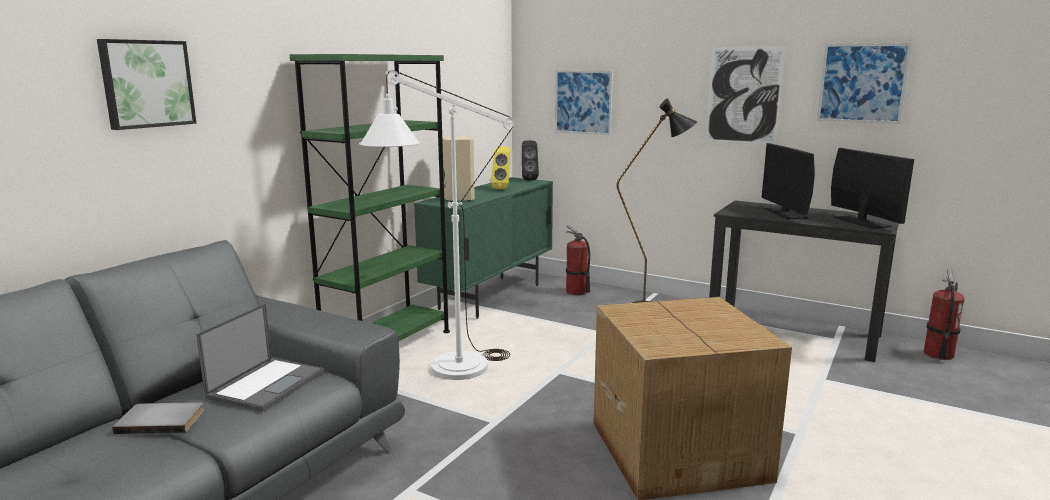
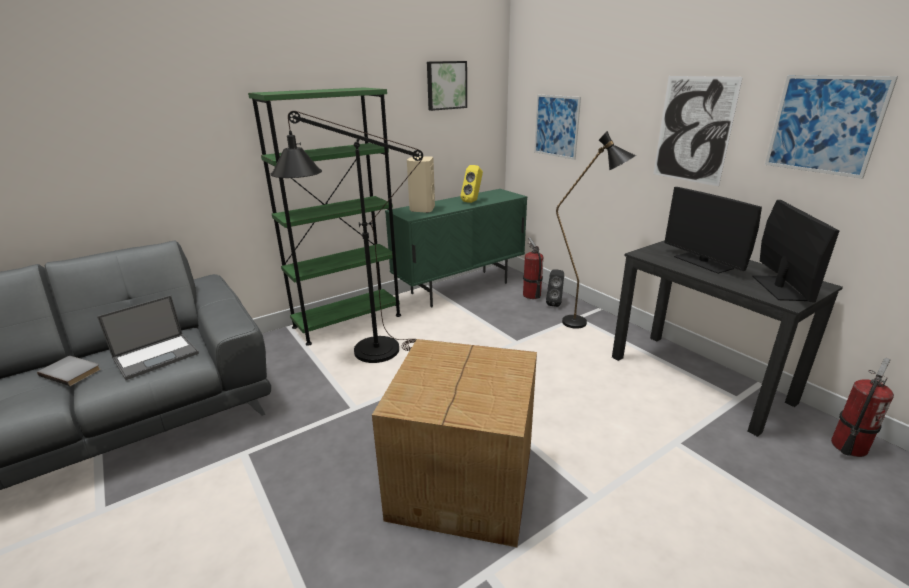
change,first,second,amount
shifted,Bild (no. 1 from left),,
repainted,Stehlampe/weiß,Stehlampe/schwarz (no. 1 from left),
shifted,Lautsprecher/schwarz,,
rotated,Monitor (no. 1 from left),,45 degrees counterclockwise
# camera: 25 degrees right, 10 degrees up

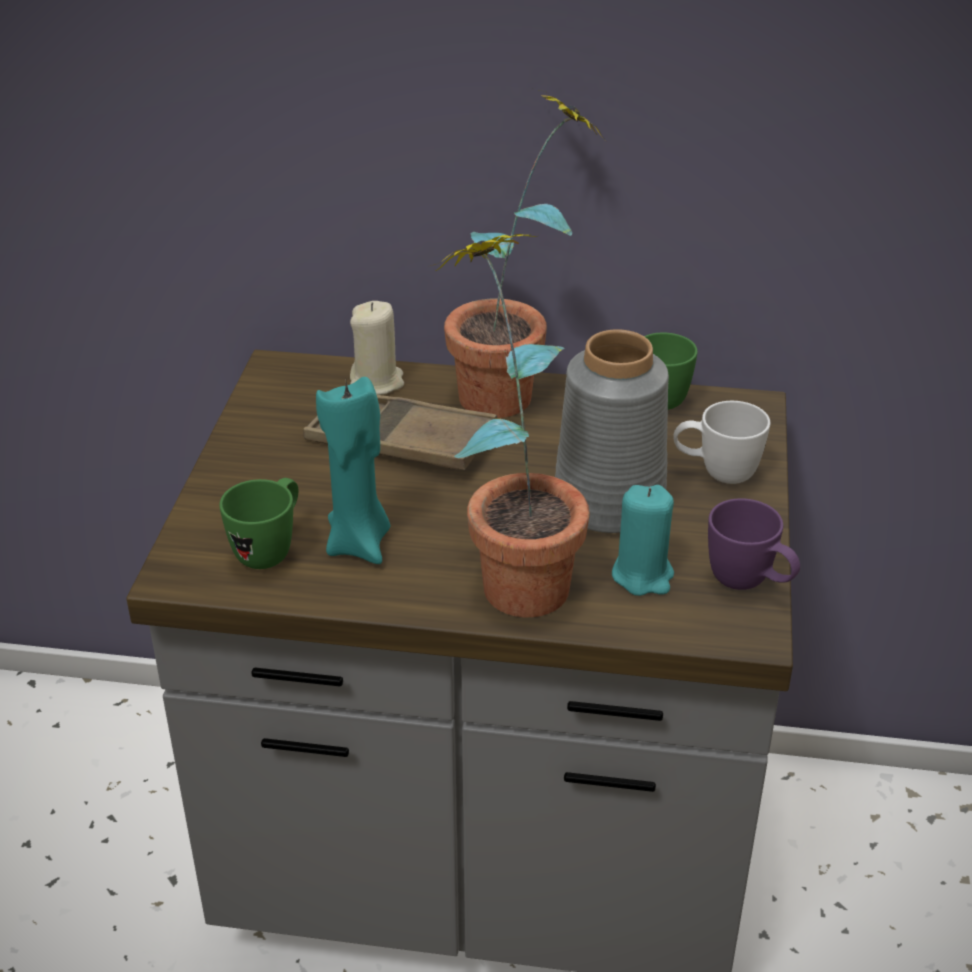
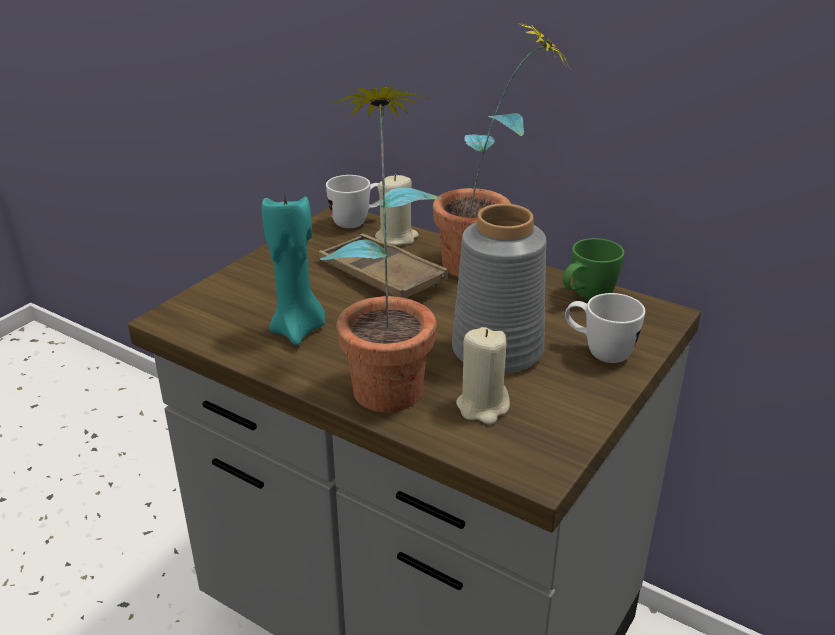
change,first,second,amount
gone,Henkelbecher/grün (no. 1 from left),,
repainted,Kerze/türkis (no. 2 from left),Kerze/beige (no. 2 from left),
gone,Henkelbecher/lila,,
new,,Henkelbecher/weiß (no. 1 from left),
# camera: 25 degrees right, 5 degrees down

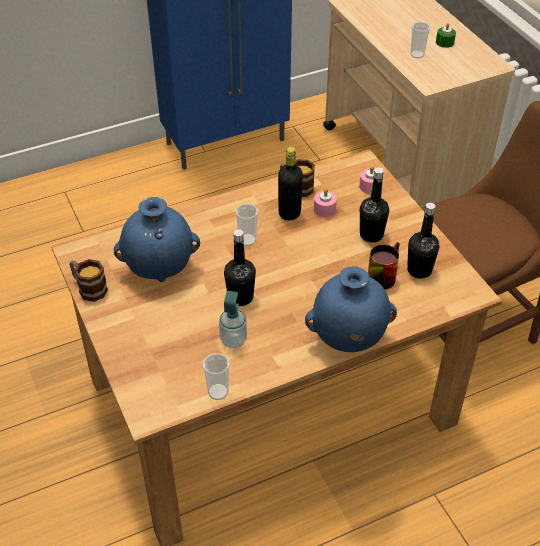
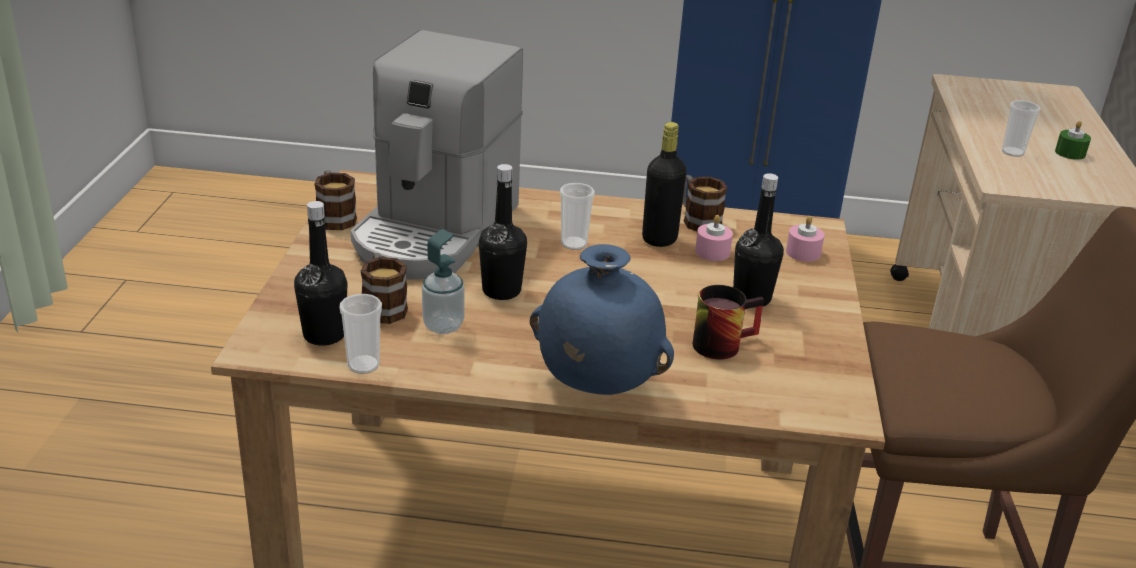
change,first,second,amount
swapped,Vase/blau (no. 1 from left),Kaffeemaschine,
shifted,Flasche/schwarz (no. 4 from left in the first image),Flasche/schwarz (no. 1 from left),
new,,Henkelbecher (no. 2 from left),
# camera: 30 degrees right, 15 degrees down

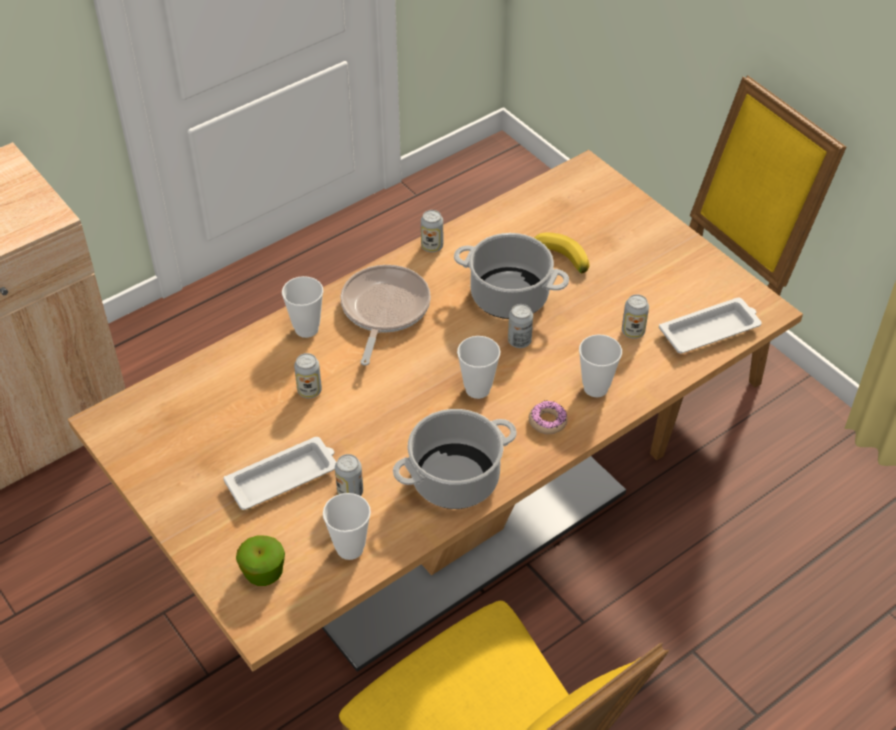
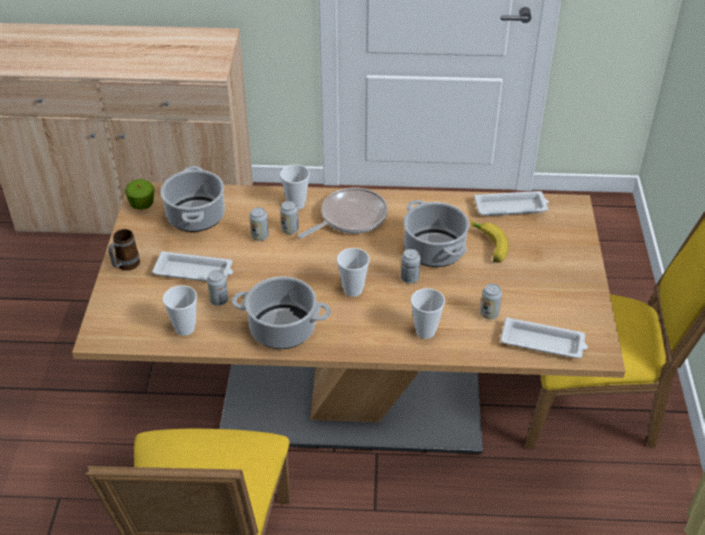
change,first,second,amount
shifted,Dose (no. 3 from left),,
gone,Donut,,
shifted,Apfel,,
new,,Kochtopf (no. 1 from left),
new,,Tablett/weiß (no. 2 from left),
new,,Henkelbecher,
# camera: 40 degrees right, 5 degrees down

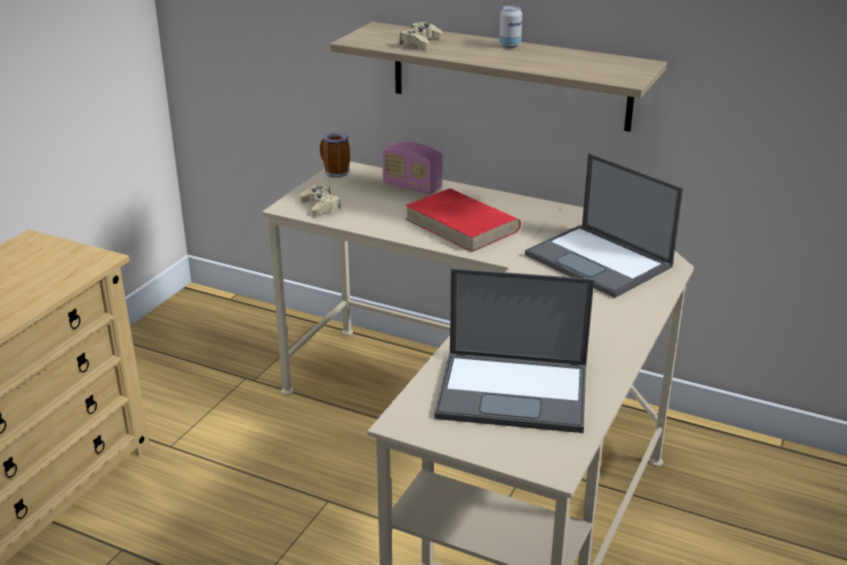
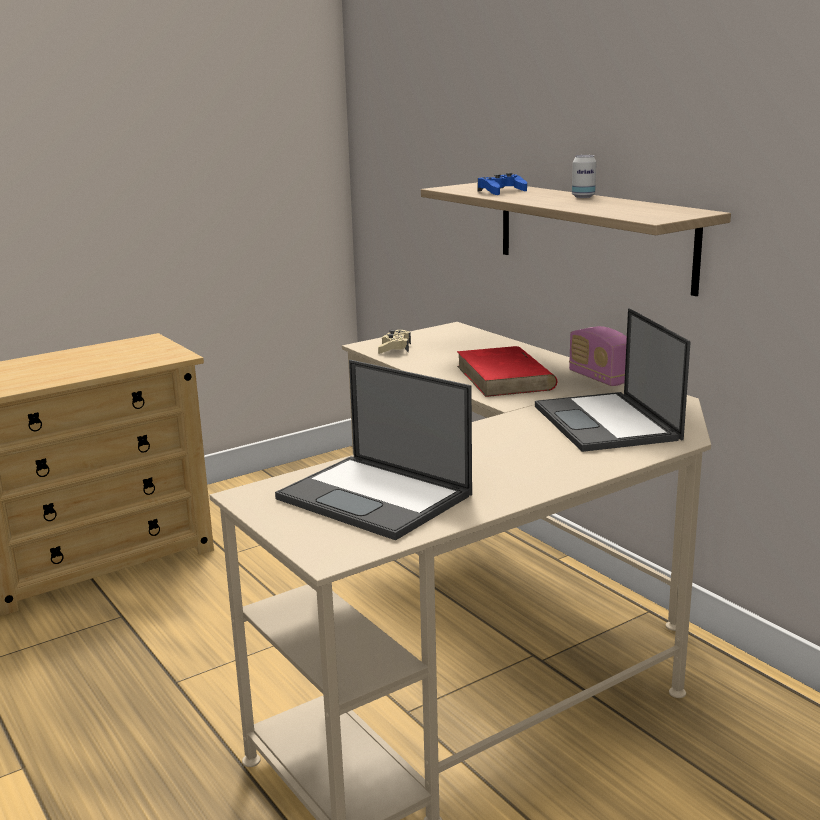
change,first,second,amount
repainted,Gamepad/beige (no. 2 from left),Gamepad/blau,
gone,Henkelbecher,,
shifted,Radio,,
# camera: 30 degrees right, 10 degrees down

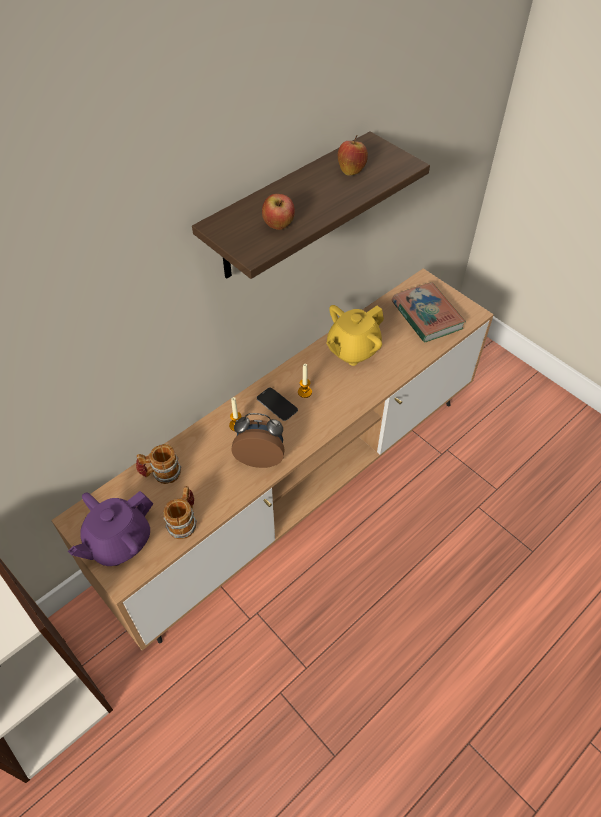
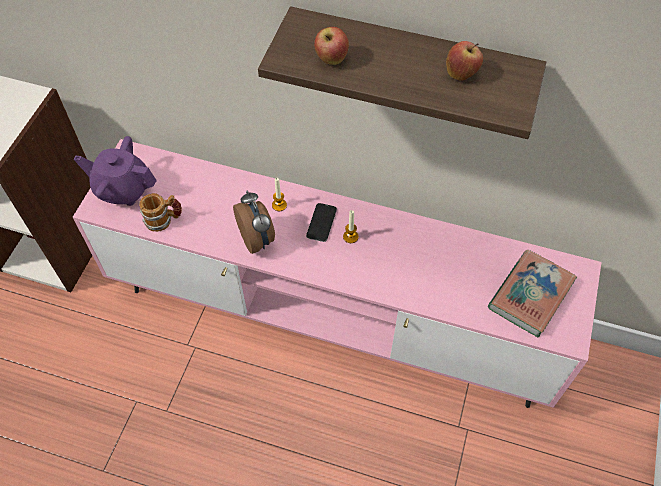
change,first,second,amount
repainted,Fernsehschrank/braun,Fernsehschrank/rosa,
gone,Teekanne/gelb,,
gone,Henkelbecher (no. 1 from left),,
# camera: 60 degrees right, 5 degrees up

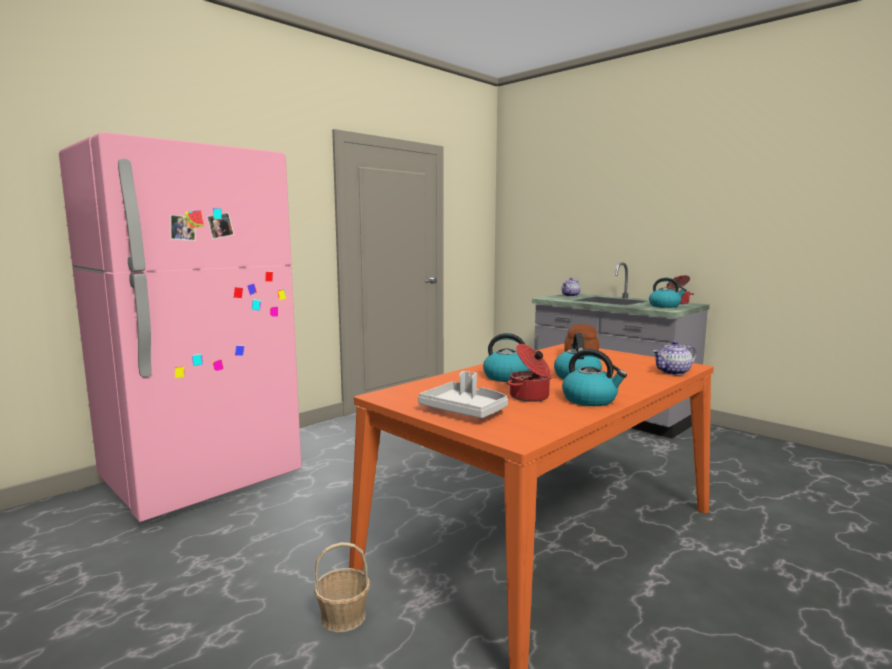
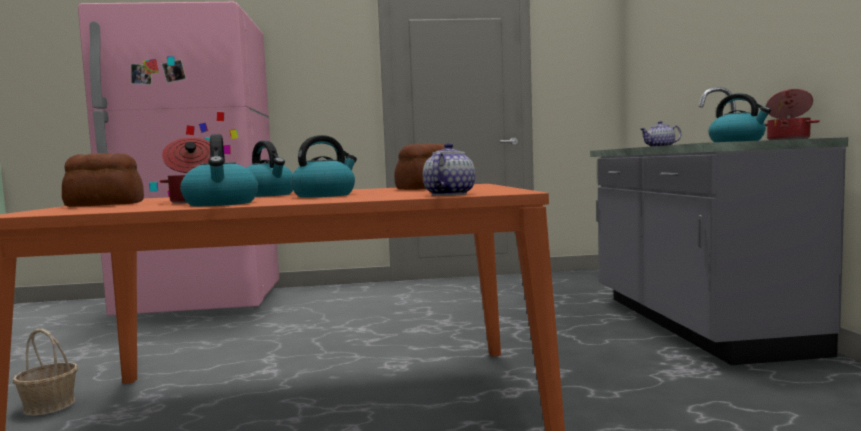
change,first,second,amount
rotated,Teekanne (no. 2 from left in the first image),Teekanne (no. 1 from left),90 degrees clockwise
swapped,Tablett/grau,Brot (no. 1 from left),
# camera: 40 degrees right, 5 degrees down

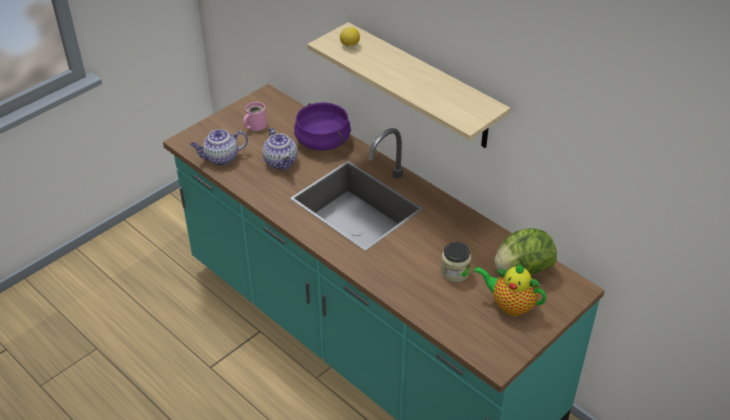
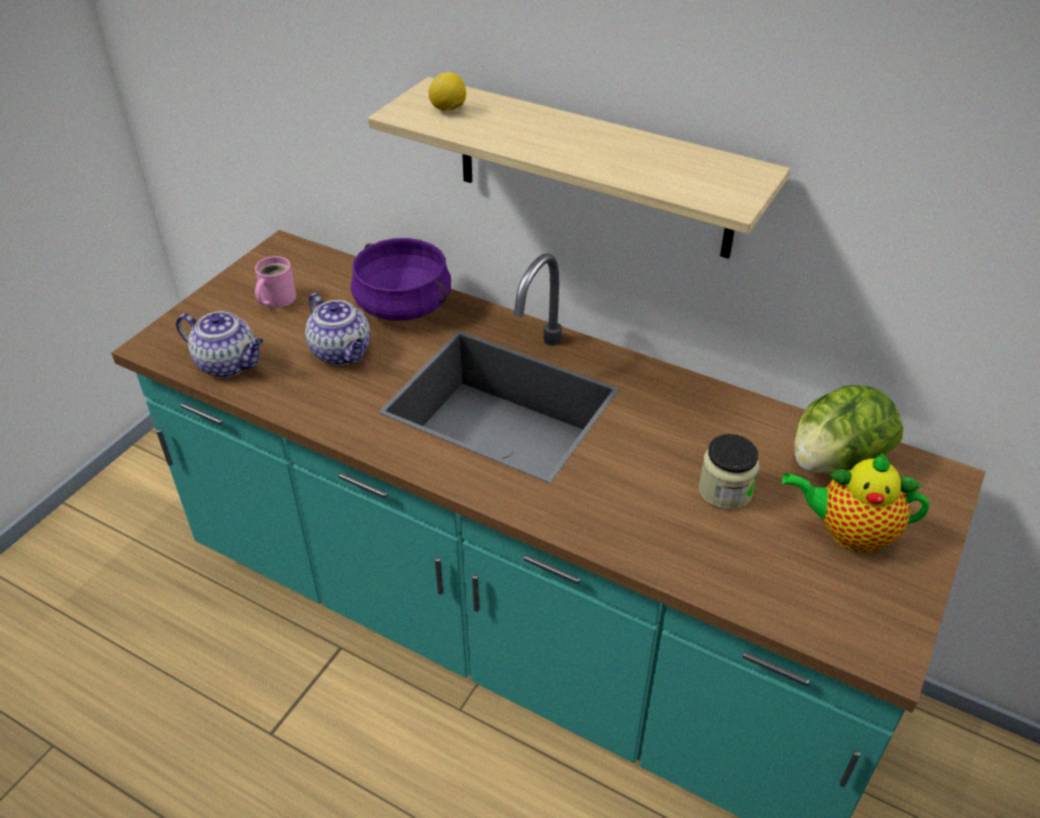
change,first,second,amount
rotated,Teekanne (no. 1 from left),,120 degrees counterclockwise
# camera: 15 degrees left, 0 degrees up

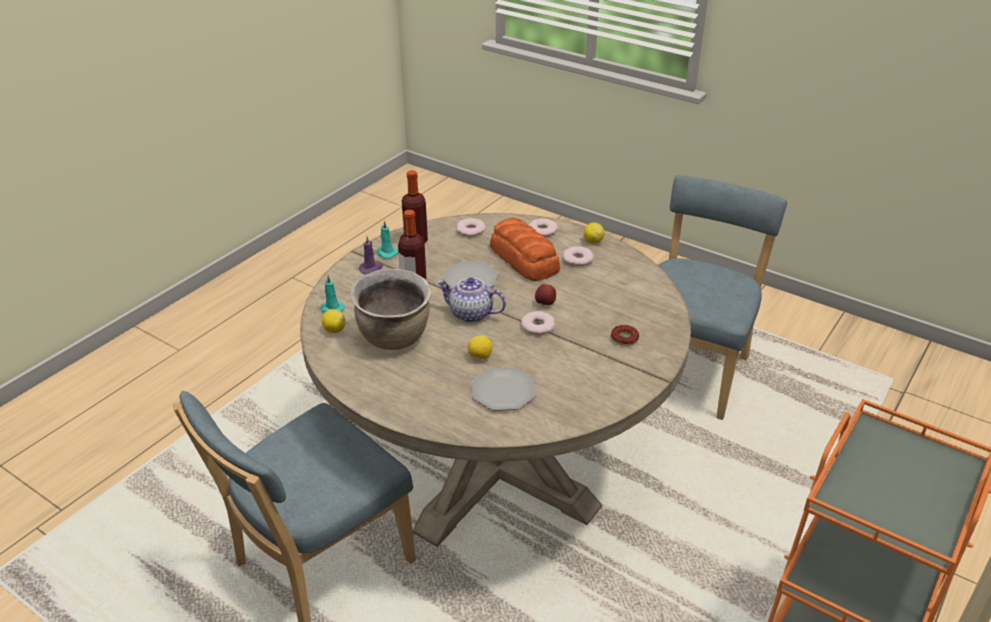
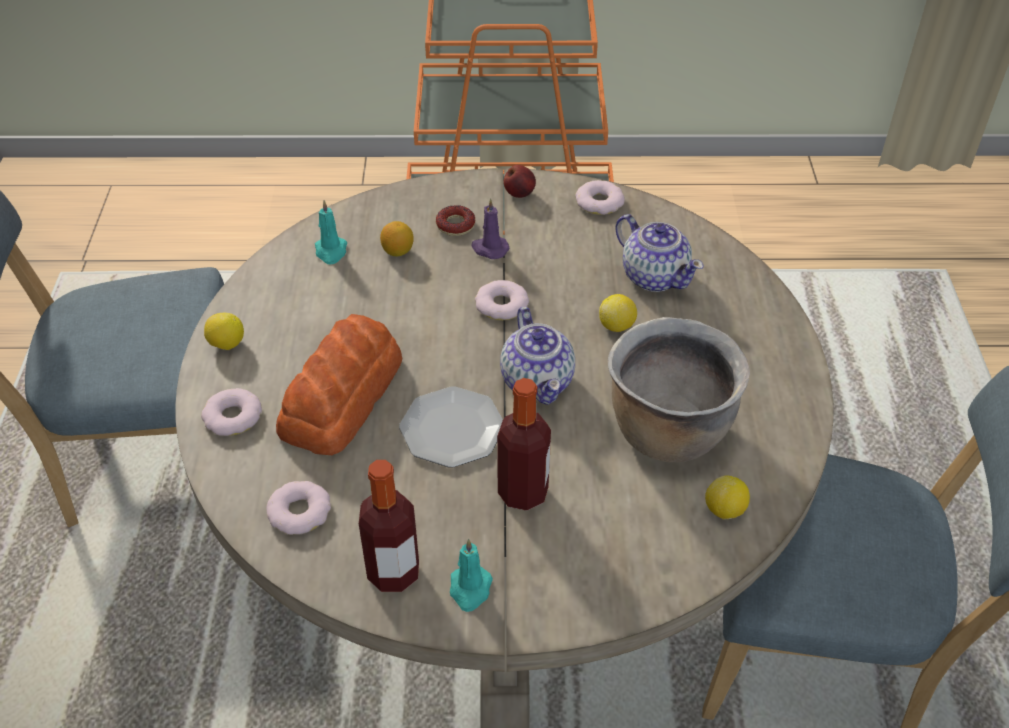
change,first,second,amount
shifted,Kerze/lila,,
shifted,Donut (no. 4 from left in the first image),Donut (no. 5 from left),
shifted,Kerze/türkis (no. 1 from left),,
shifted,Apfel,,
swapped,Teller (no. 2 from left),Teekanne (no. 2 from left),
new,,Zitrone (no. 2 from left),
# camera: 125 degrees left, 10 degrees up

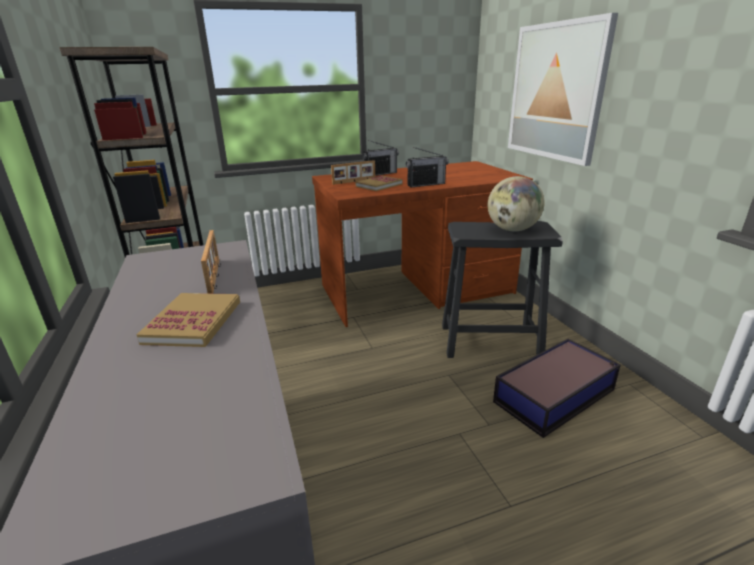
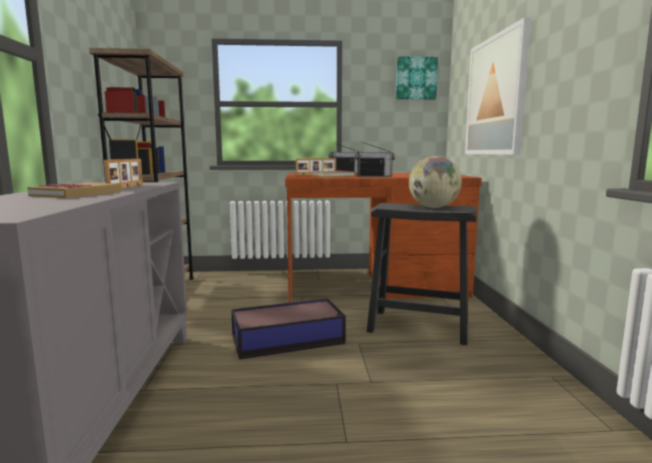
change,first,second,amount
shifted,Aufbewahrungsbox,,
new,,Bild (no. 1 from left),
# camera: 15 degrees right, 15 degrees down

